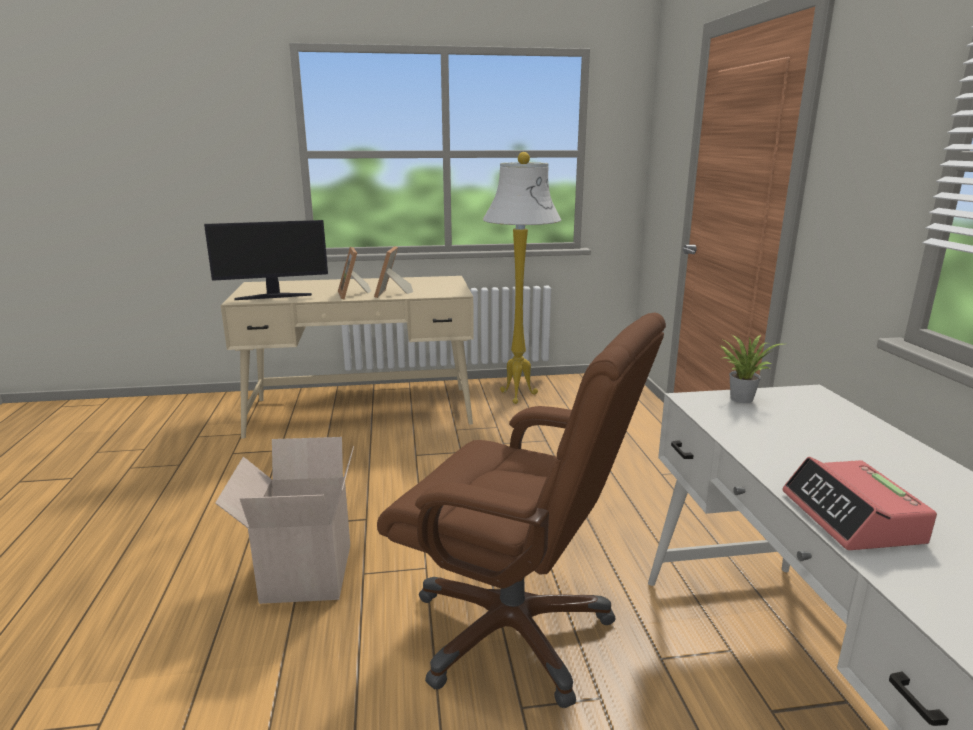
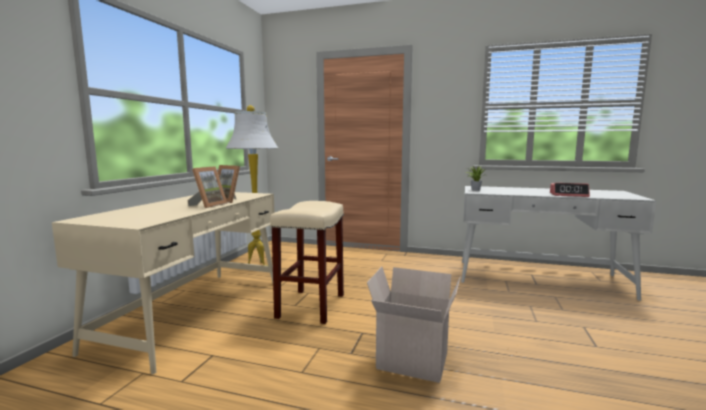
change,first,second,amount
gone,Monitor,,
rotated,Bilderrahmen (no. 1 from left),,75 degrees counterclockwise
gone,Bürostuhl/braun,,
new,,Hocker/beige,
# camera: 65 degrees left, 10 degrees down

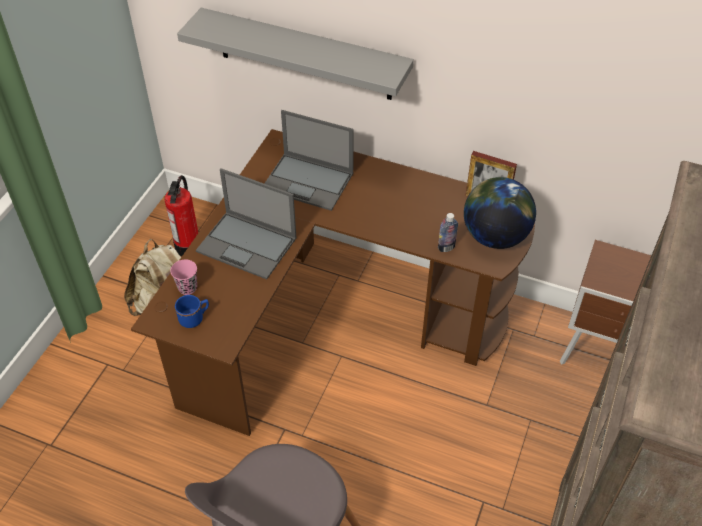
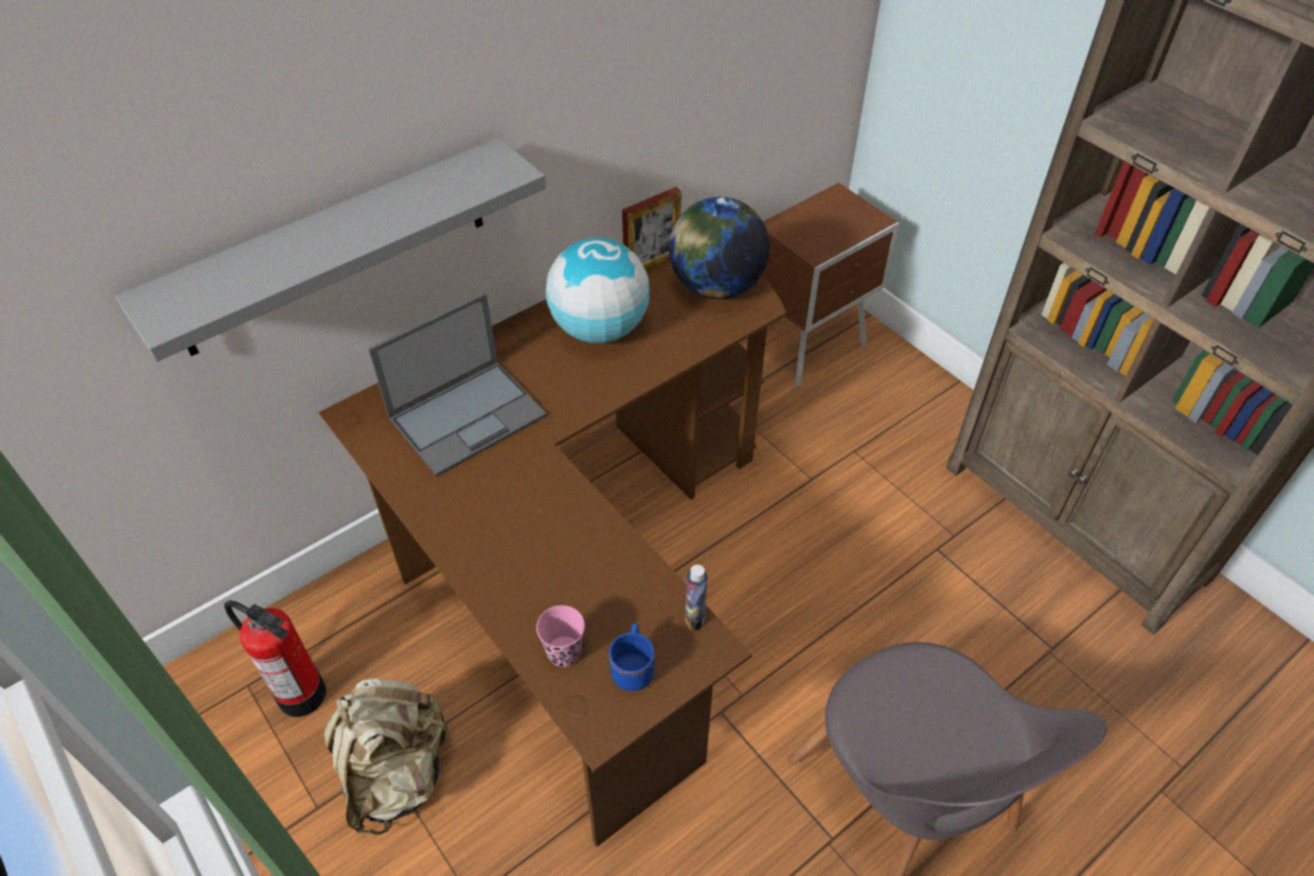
change,first,second,amount
gone,Laptop (no. 1 from left),,
shifted,Flasche,,
new,,Globus (no. 1 from left),
# camera: 60 degrees left, 0 degrees up

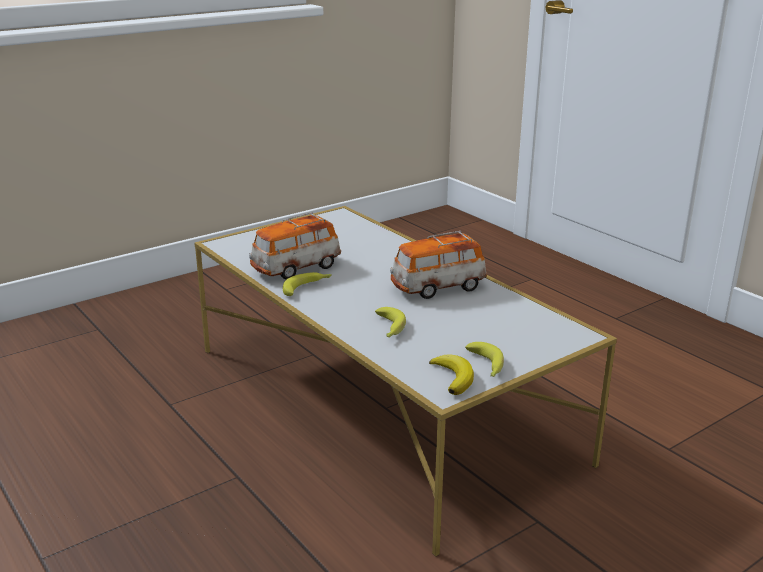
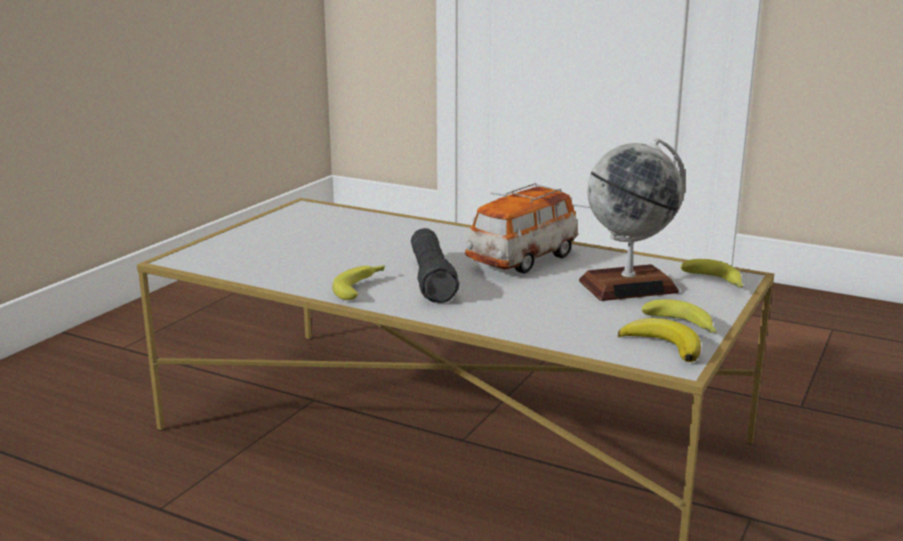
change,first,second,amount
gone,Spielzeugauto (no. 1 from left),,
shifted,Banane (no. 2 from left in the first image),Banane (no. 4 from left),
new,,Globus,
new,,Taschenlampe/schwarz,
# camera: 25 degrees left, 5 degrees down

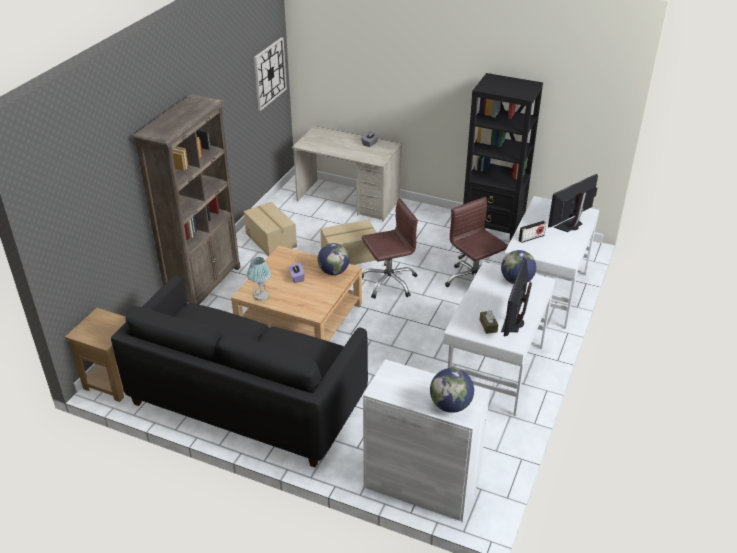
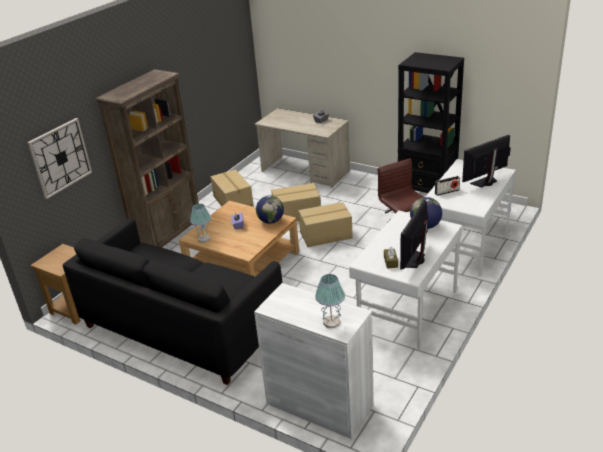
change,first,second,amount
shifted,Wanduhr,,
swapped,Bürostuhl/braun (no. 1 from left),Karton (no. 3 from left),
swapped,Globus (no. 2 from left),Tischlampe (no. 2 from left),
# camera: 10 degrees right, 5 degrees down

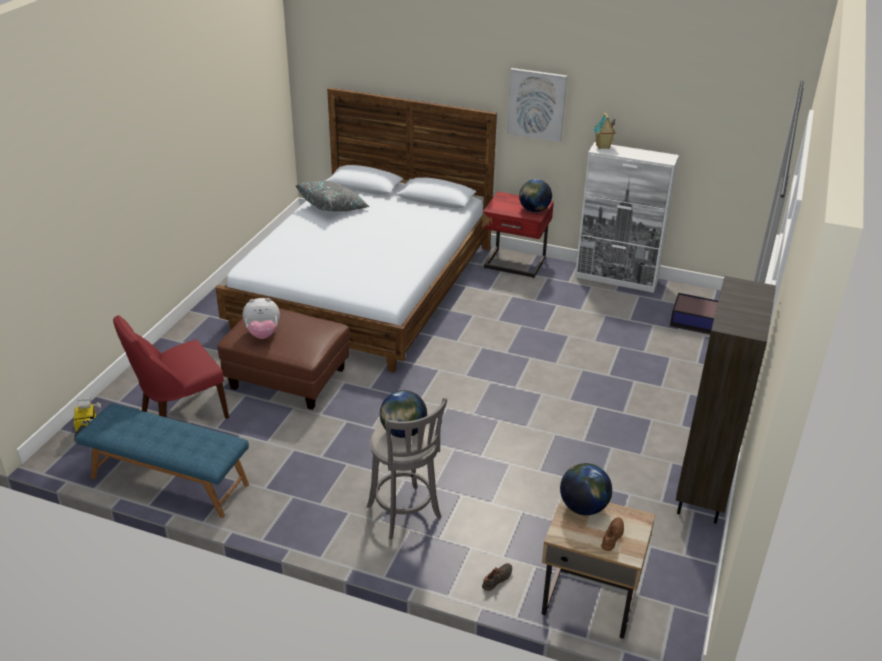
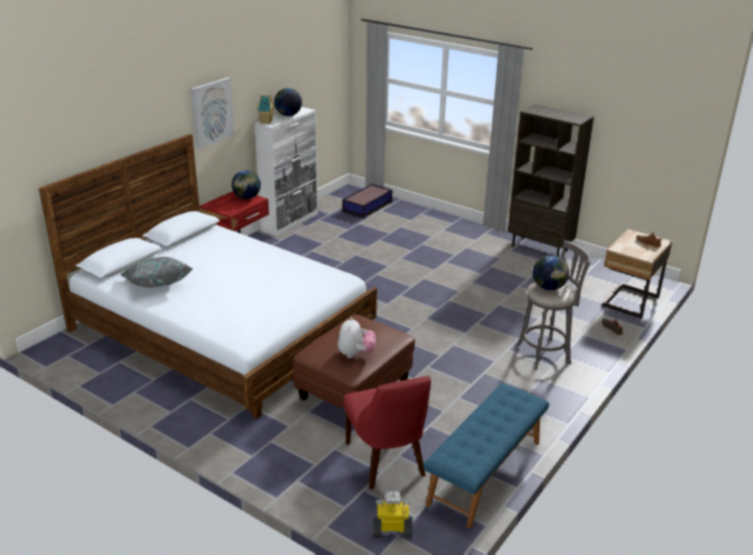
change,first,second,amount
shifted,Globus (no. 3 from left in the first image),Globus (no. 2 from left),
# camera: 75 degrees left, 5 degrees down

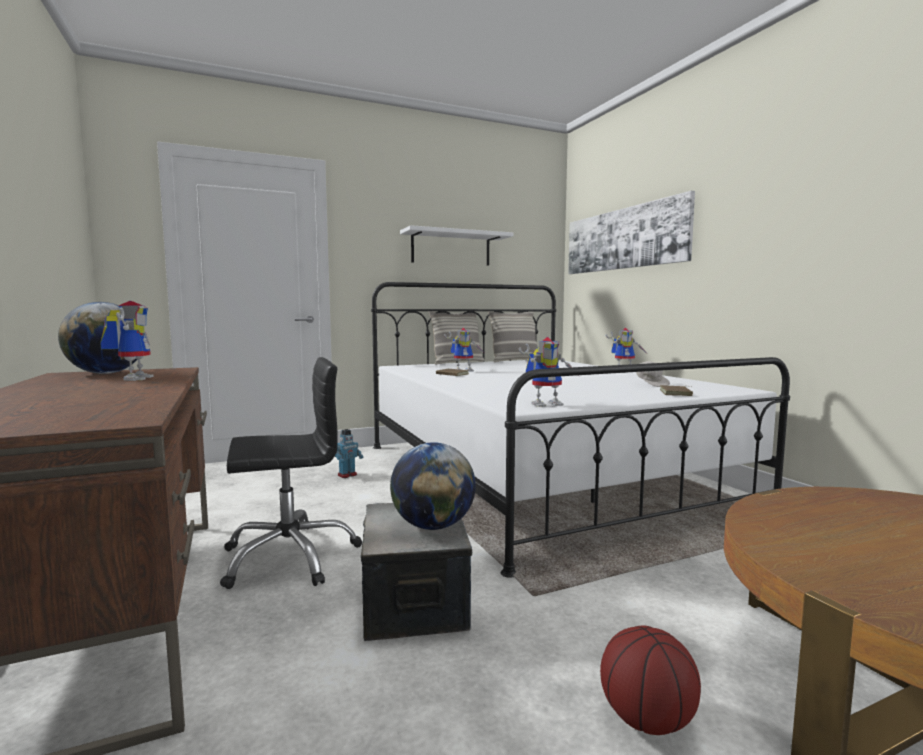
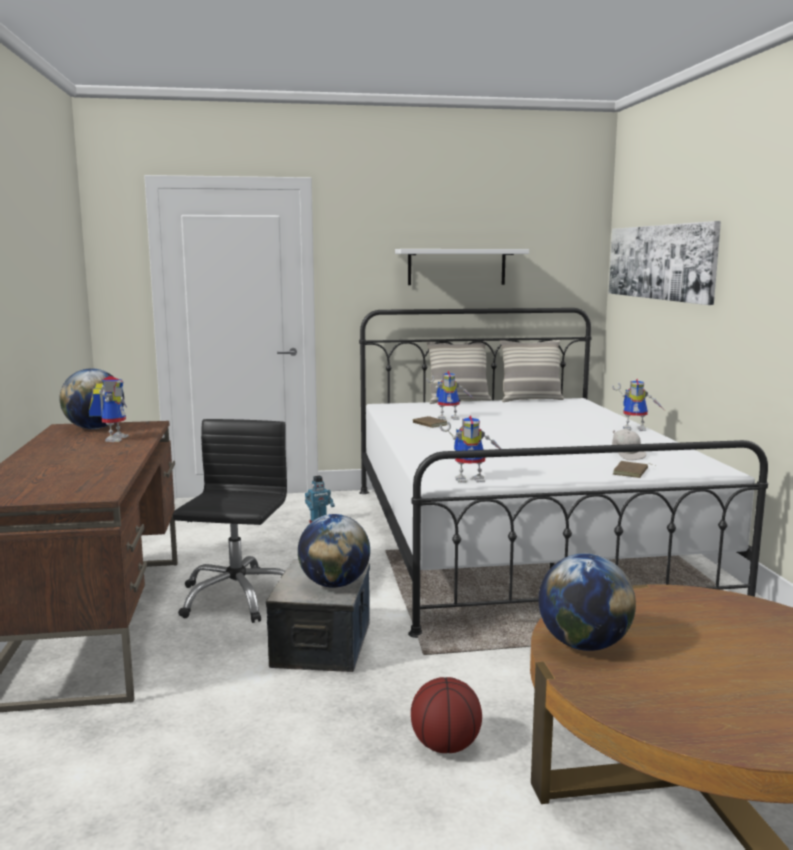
change,first,second,amount
rotated,Bürostuhl/schwarz,,75 degrees counterclockwise
new,,Globus (no. 3 from left),
# camera: 15 degrees right, 5 degrees up

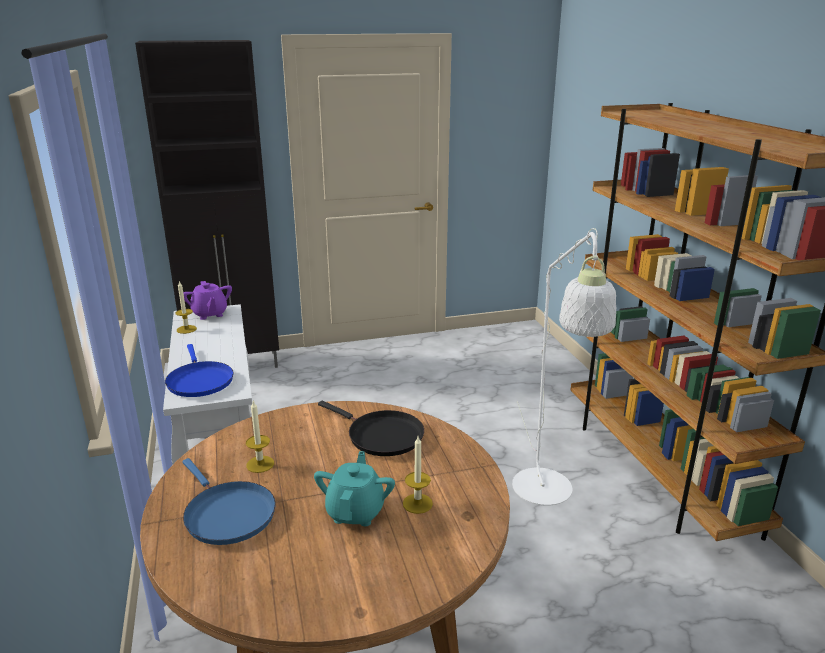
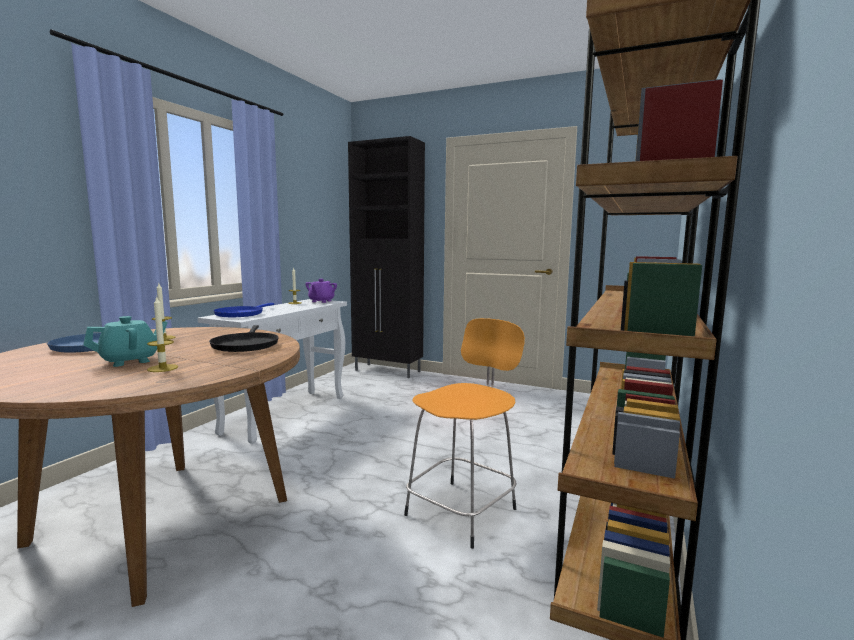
change,first,second,amount
swapped,Stehlampe/weiß,Hocker/orange,
# camera: 40 degrees right, 15 degrees down

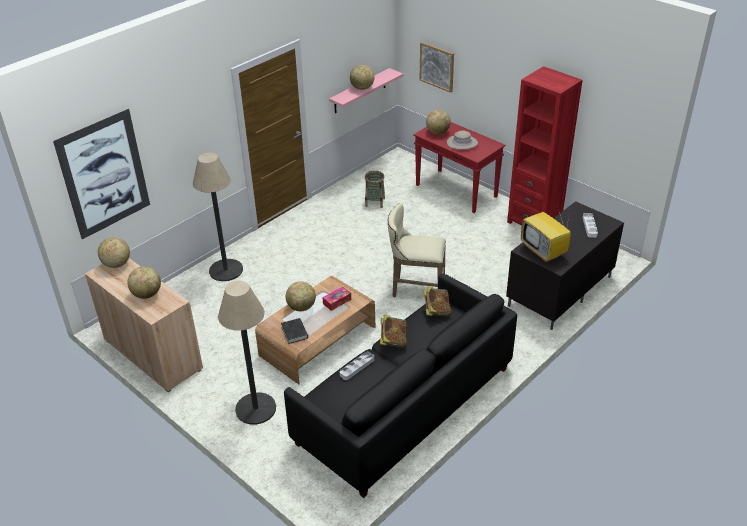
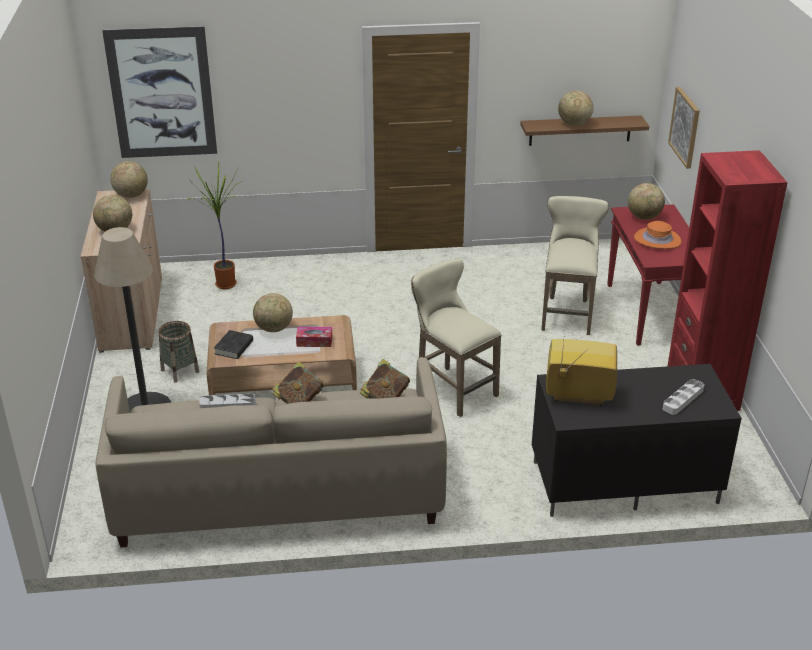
change,first,second,amount
repainted,Wandregal/rosa,Wandregal/braun,
repainted,Hut/beige,Hut/orange,
gone,Stehlampe (no. 1 from left),,
shifted,Korb,,
rotated,Fernseher,,90 degrees clockwise
repainted,Sofa/schwarz,Sofa/beige,
new,,Topfpflanze,
new,,Hocker/beige (no. 2 from left),
# camera: 40 degrees right, 5 degrees down

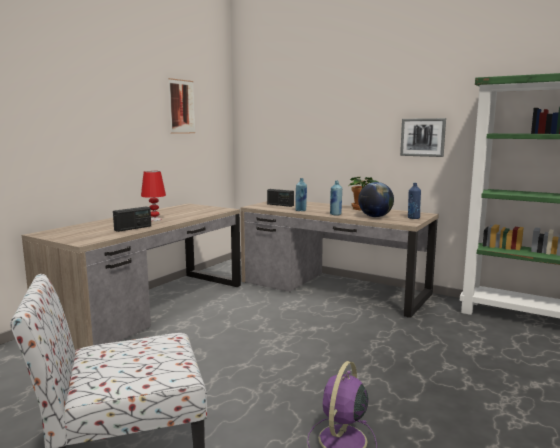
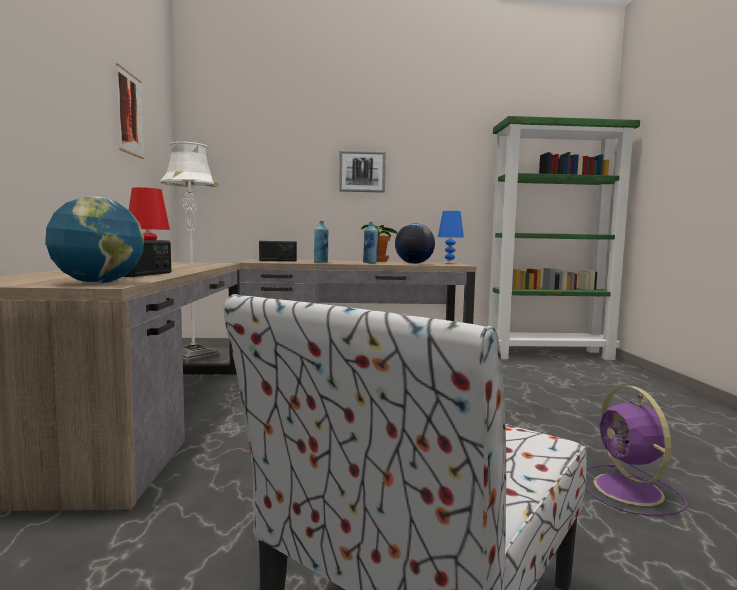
change,first,second,amount
shifted,Bild (no. 2 from left),,
swapped,Flasche/blau (no. 3 from left),Tischlampe/blau,
new,,Stehlampe/weiß,
new,,Globus (no. 1 from left),
# camera: 35 degrees left, 5 degrees down

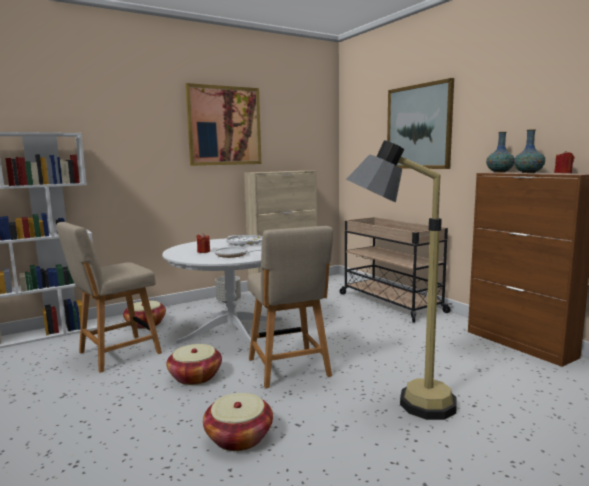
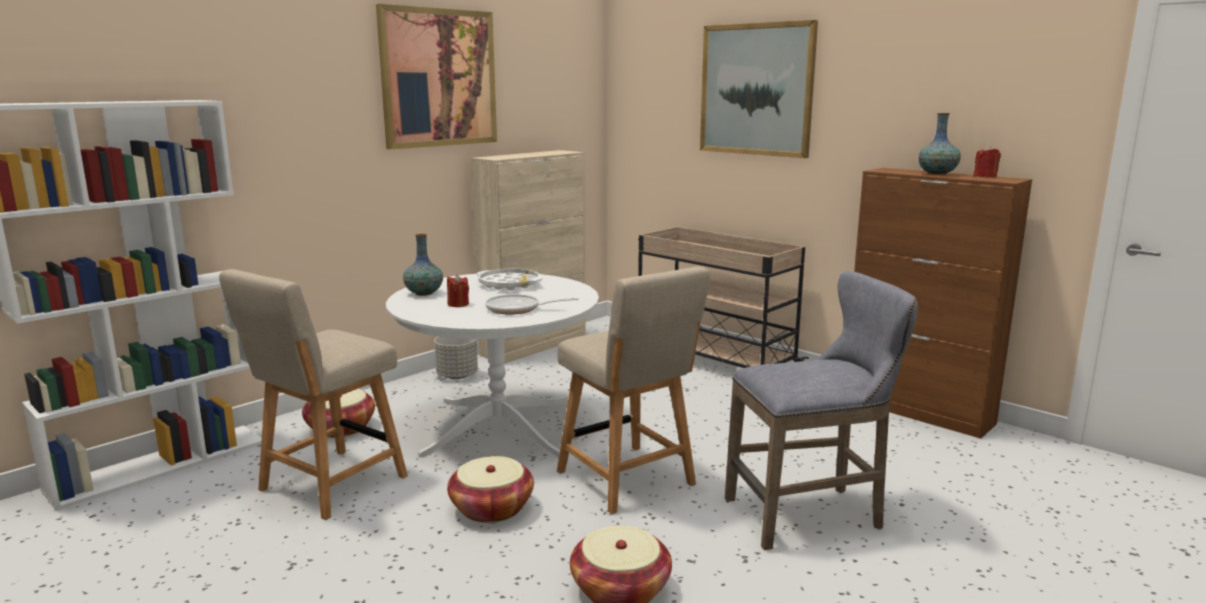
change,first,second,amount
shifted,Vase (no. 1 from left),,
swapped,Stehlampe,Hocker/grau,
# camera: 15 degrees left, 5 degrees up

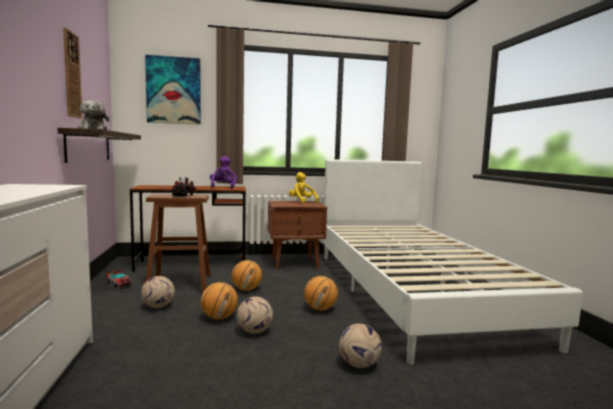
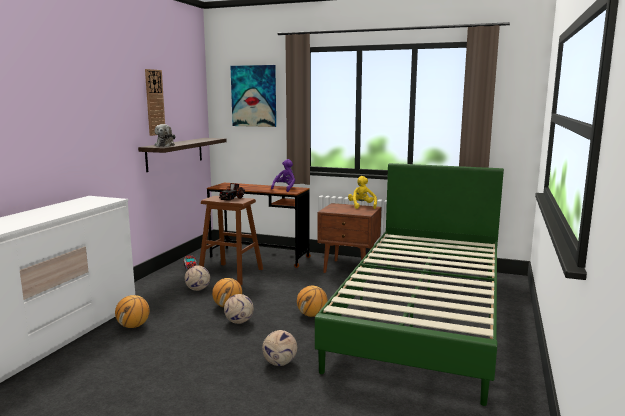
change,first,second,amount
repainted,Bett/weiß,Bett/grün,
shifted,Basketball (no. 2 from left in the first image),Basketball (no. 1 from left),
# camera: 30 degrees right, 5 degrees up

